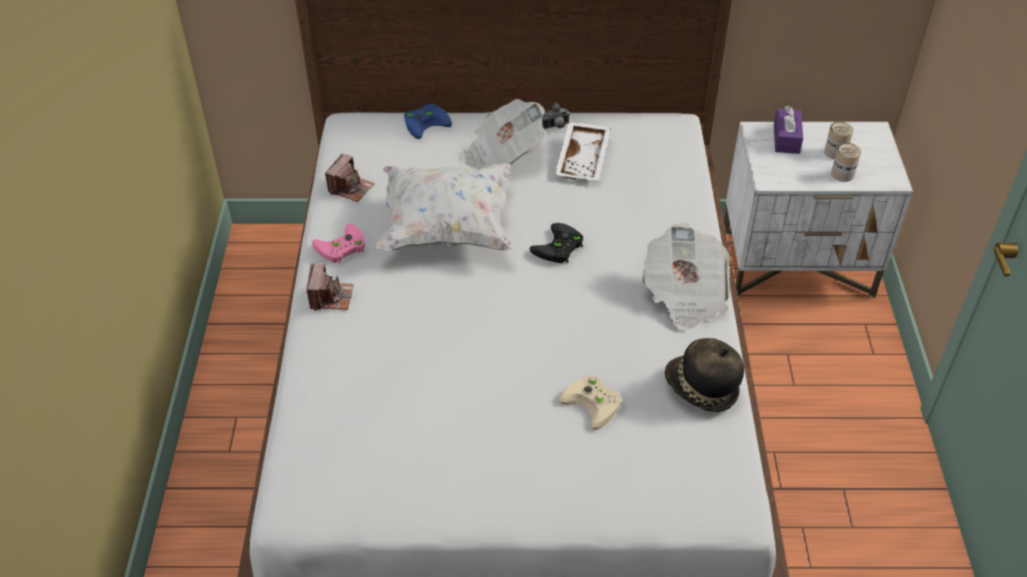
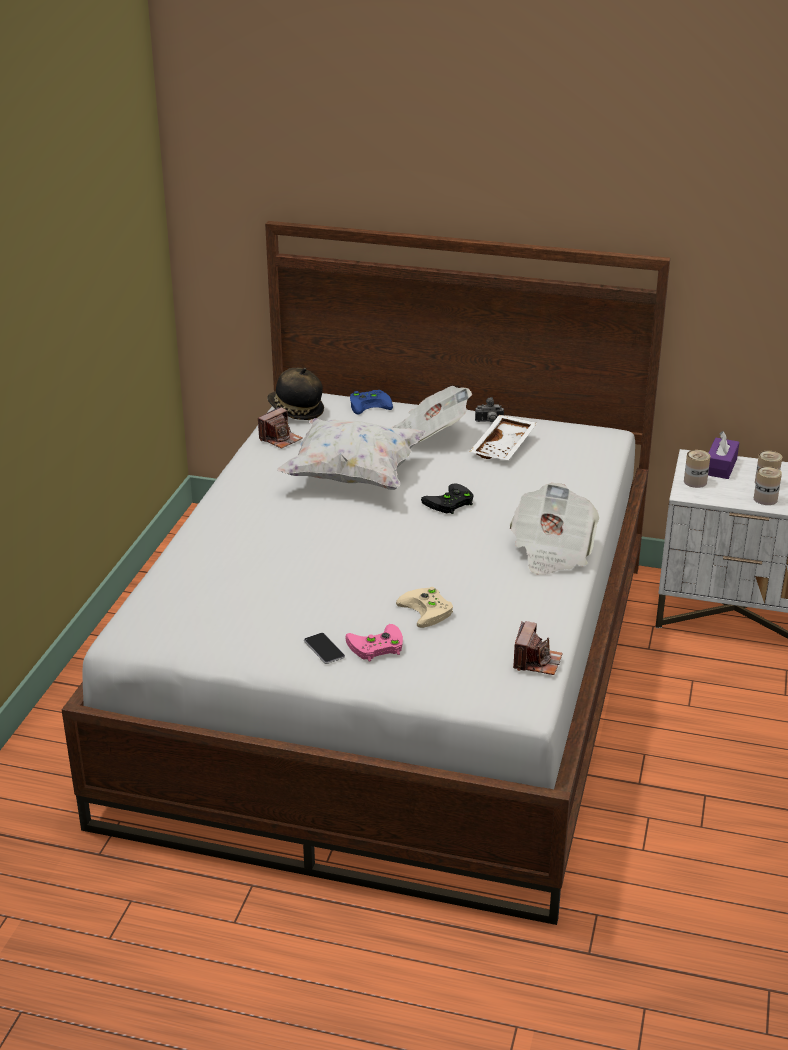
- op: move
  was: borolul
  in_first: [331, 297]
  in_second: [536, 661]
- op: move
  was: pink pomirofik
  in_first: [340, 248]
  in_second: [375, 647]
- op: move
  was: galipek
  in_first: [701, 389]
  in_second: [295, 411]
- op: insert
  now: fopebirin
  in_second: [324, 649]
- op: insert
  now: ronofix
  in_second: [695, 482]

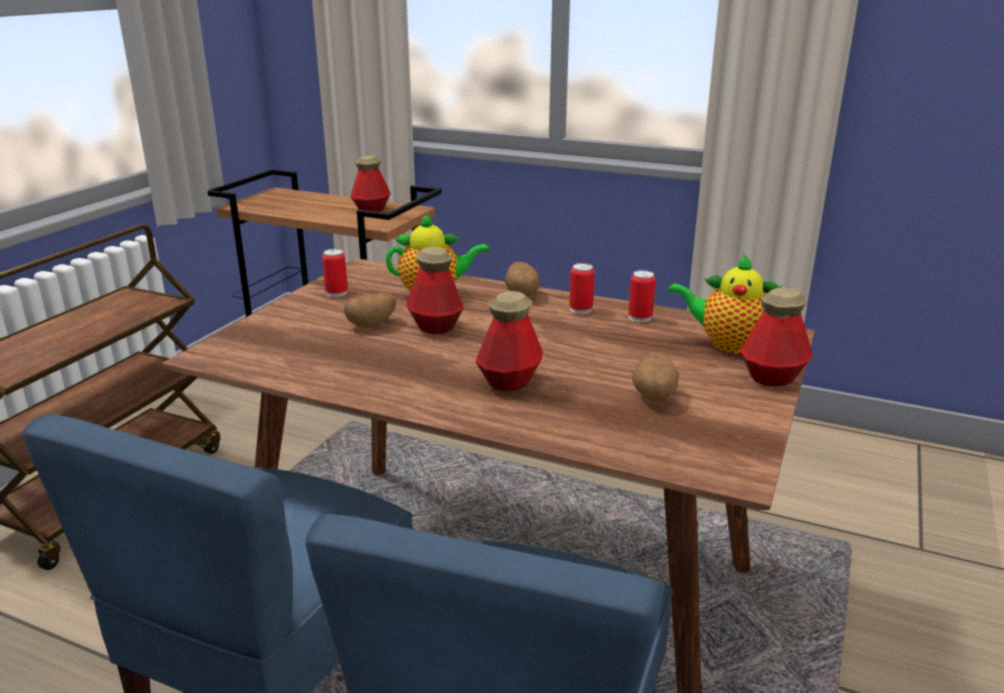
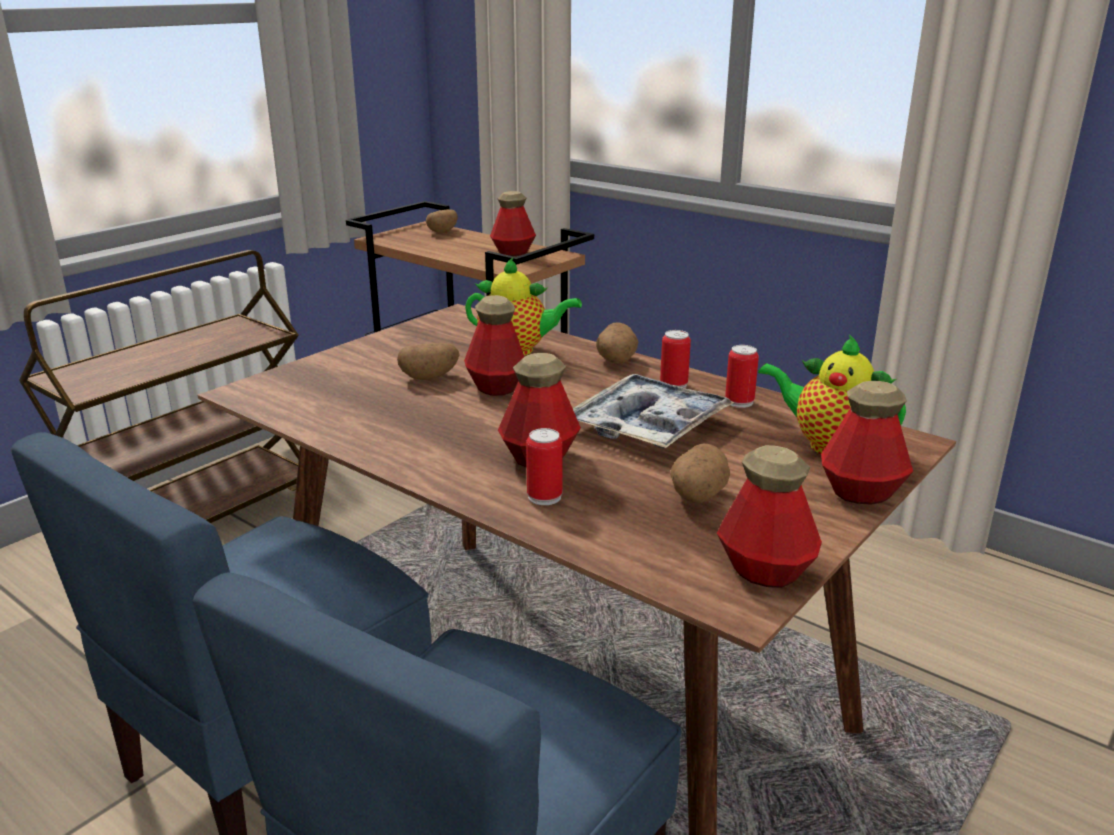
- op: move
  was: ronofix
  in_first: [336, 293]
  in_second: [544, 497]
- op: insert
  now: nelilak
  in_second: [443, 231]
- op: insert
  now: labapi
  in_second: [647, 425]
- op: insert
  now: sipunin
  in_second: [765, 571]

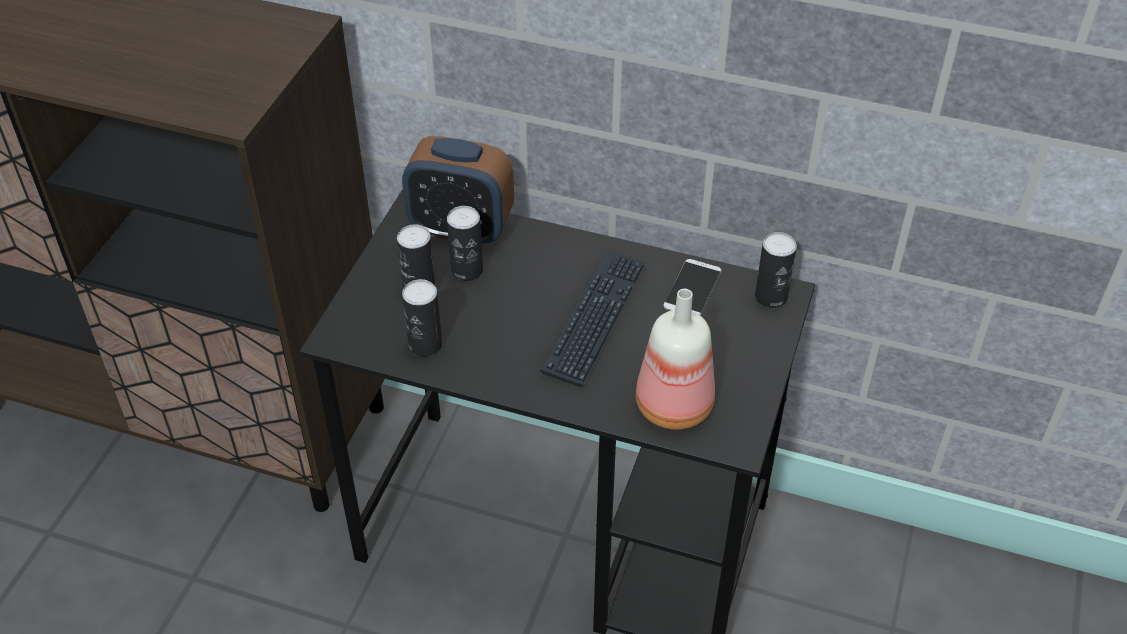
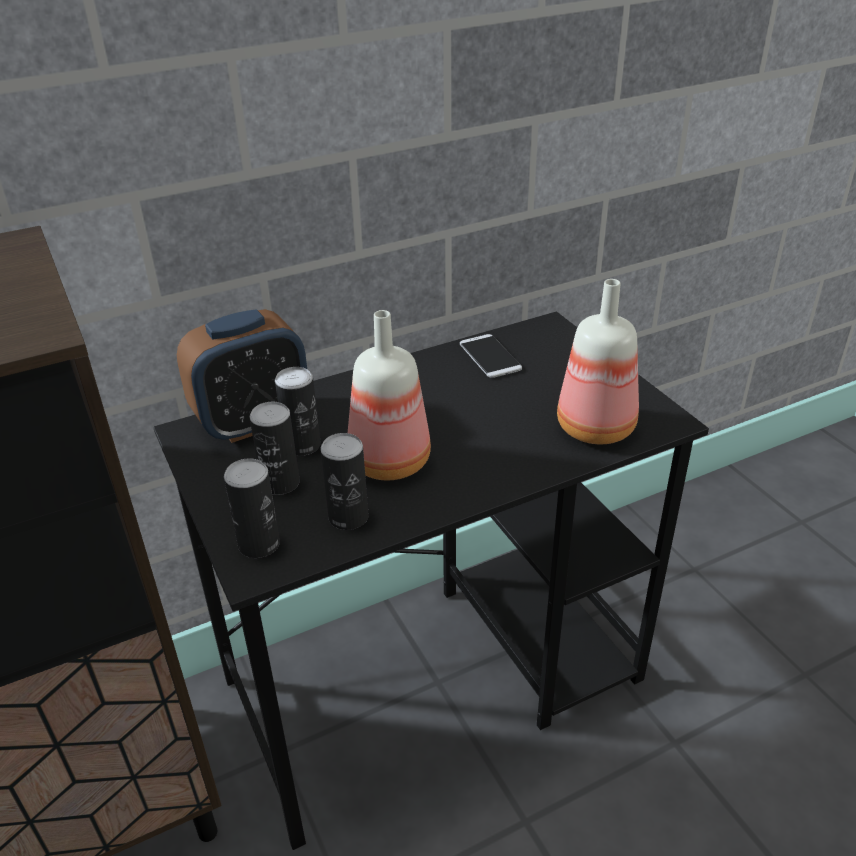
- op: delete
  was: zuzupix
  in_first: [595, 318]
- op: move
  was: ronofix
  in_first: [771, 297]
  in_second: [259, 544]
- op: insert
  now: sipunin
  in_second: [387, 462]

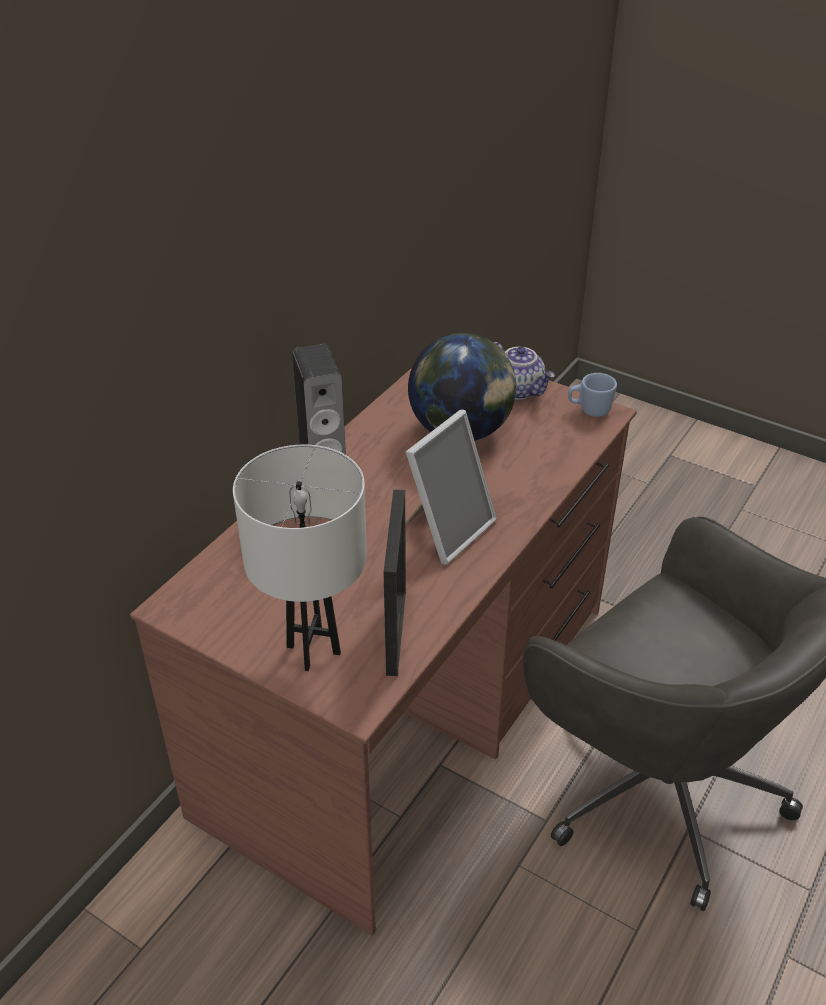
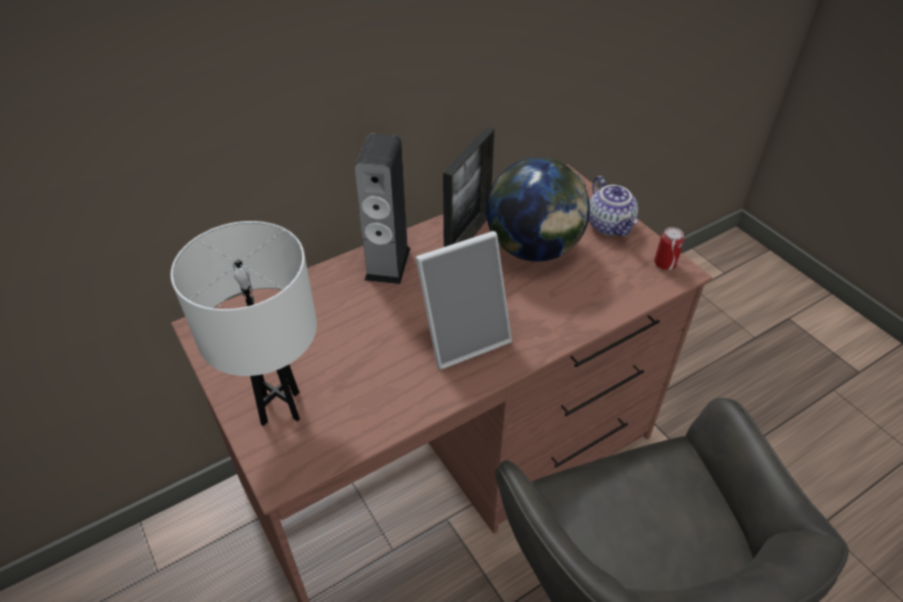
- op: move
  was: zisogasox
  in_first: [396, 632]
  in_second: [467, 238]
- op: replace
  was: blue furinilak
  now: ronofix
  in_first: [589, 410]
  in_second: [665, 264]

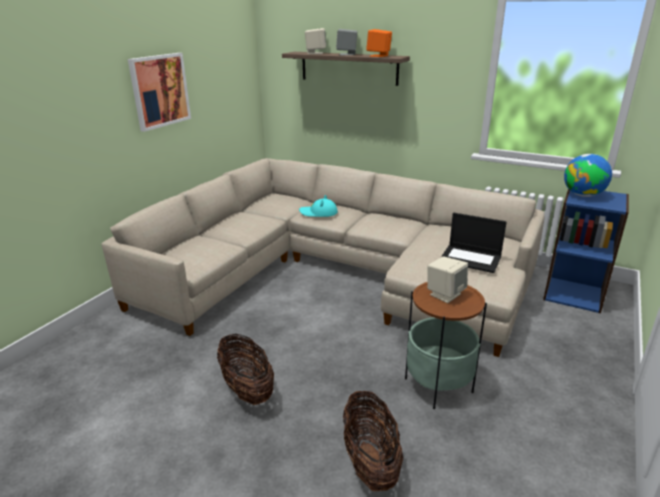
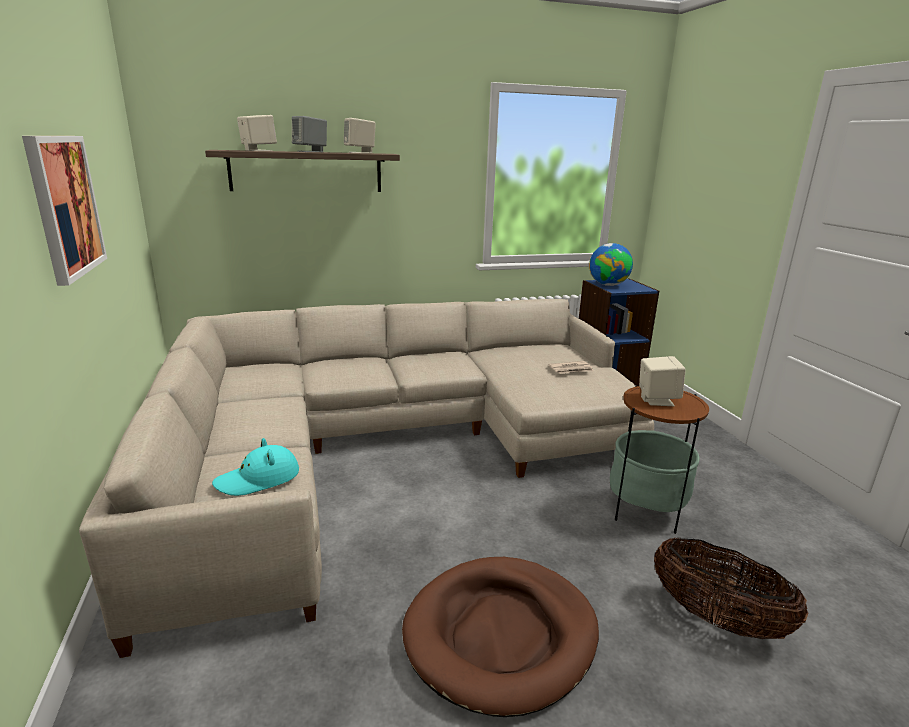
- op: replace
  was: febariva
  now: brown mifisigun
  in_first: [247, 389]
  in_second: [501, 635]
- op: move
  was: turquoise galipek
  in_first: [318, 213]
  in_second: [258, 479]
- op: recolor
  was: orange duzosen
  now: beige duzosen
  in_first: [378, 56]
  in_second: [360, 153]
- op: replace
  was: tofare
  now: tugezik
  in_first: [471, 258]
  in_second: [571, 369]

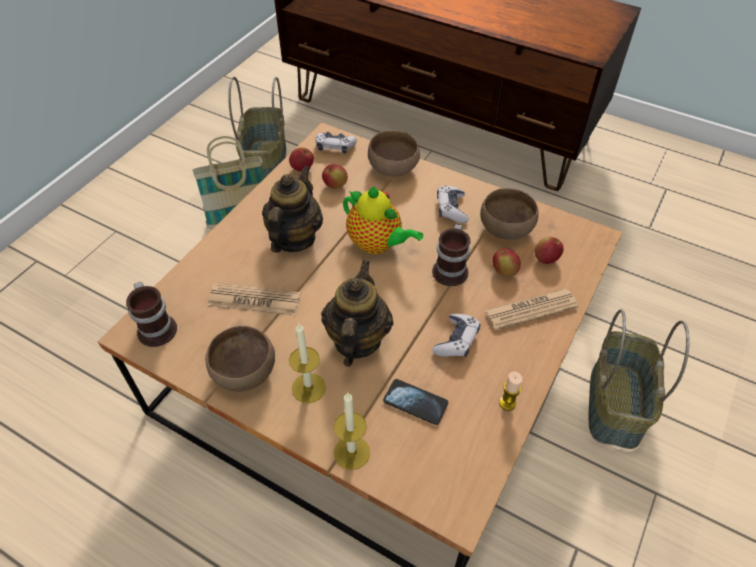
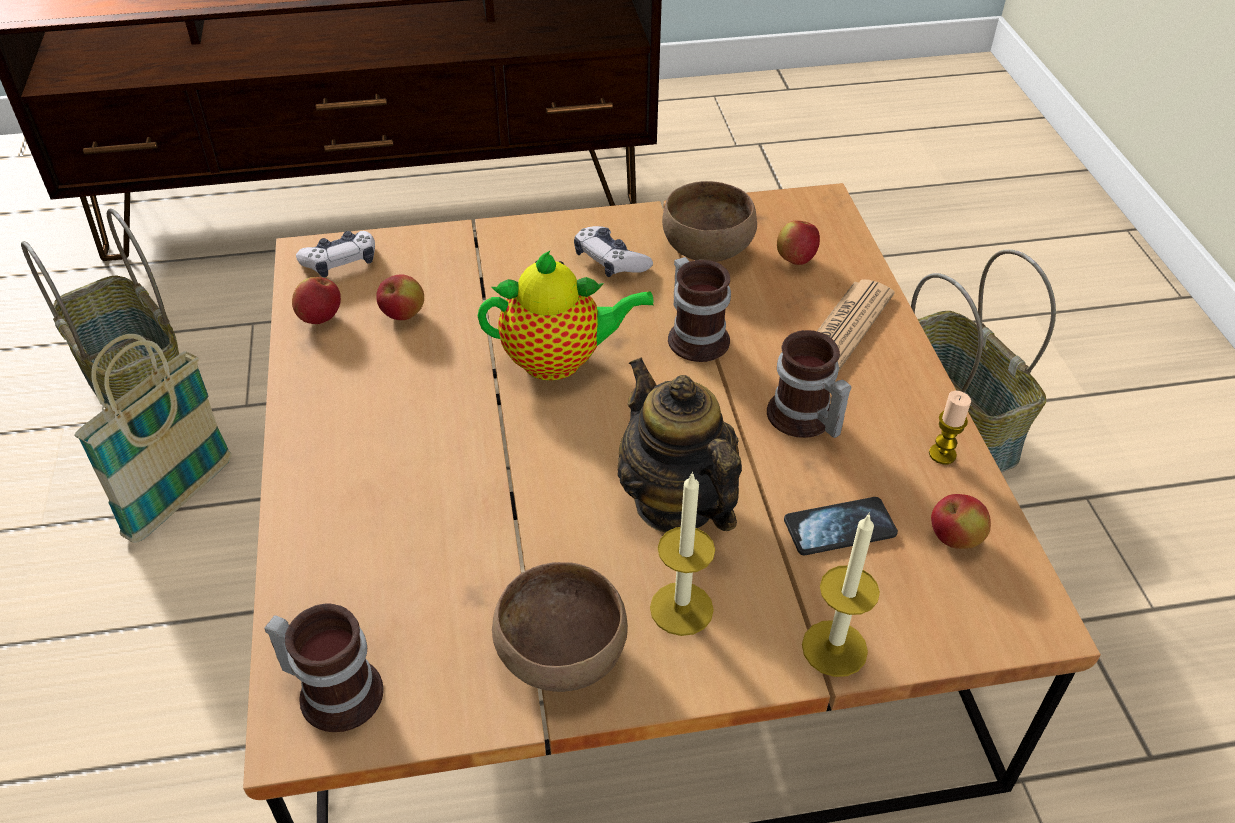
- op: delete
  was: tugezik
  in_first: [254, 300]
- op: delete
  was: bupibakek
  in_first: [294, 238]
- op: delete
  was: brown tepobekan
  in_first: [394, 168]
- op: replace
  was: pomirofik
  now: furinilak
  in_first: [456, 341]
  in_second: [802, 419]
- op: move
  was: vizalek
  in_first: [504, 271]
  in_second: [954, 539]

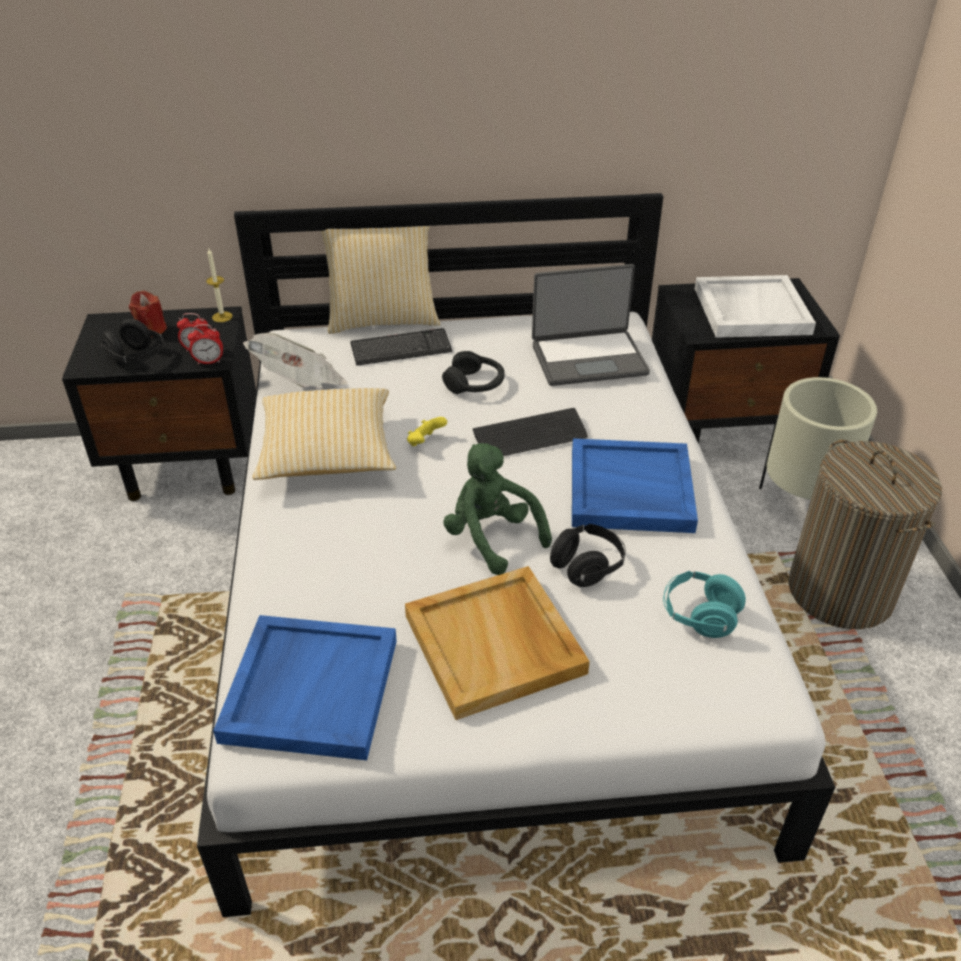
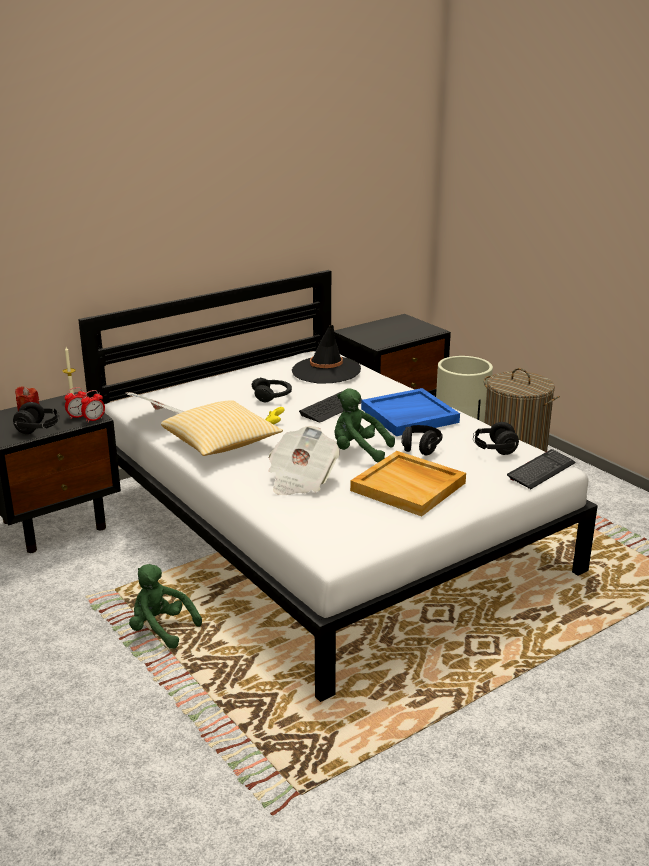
- op: delete
  was: blue labapi
  in_first: [310, 688]
- op: delete
  was: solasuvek
  in_first: [383, 319]
- op: move
  was: zuzupix
  in_first: [401, 349]
  in_second: [541, 471]
- op: replace
  was: tofare
  now: black galipek
  in_first: [588, 358]
  in_second: [326, 370]
- op: recolor
  was: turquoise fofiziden
  now: black fofiziden
  in_first: [699, 616]
  in_second: [494, 449]
- op: delete
  was: white labapi
  in_first: [750, 310]
- op: insert
  now: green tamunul
  in_second: [161, 629]
- op: insert
  now: tugezik
  in_second: [301, 480]

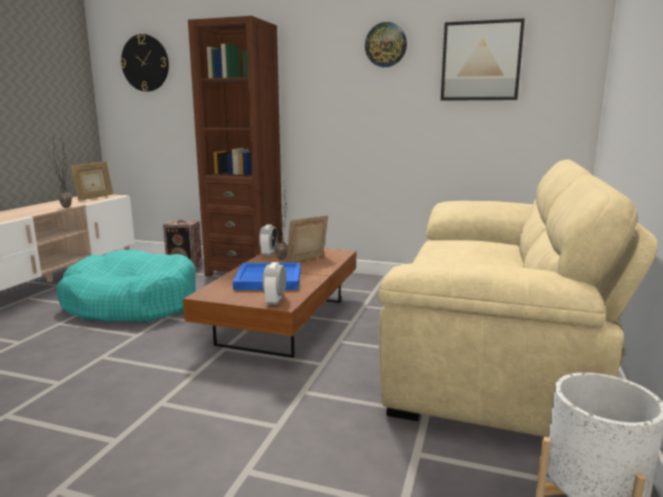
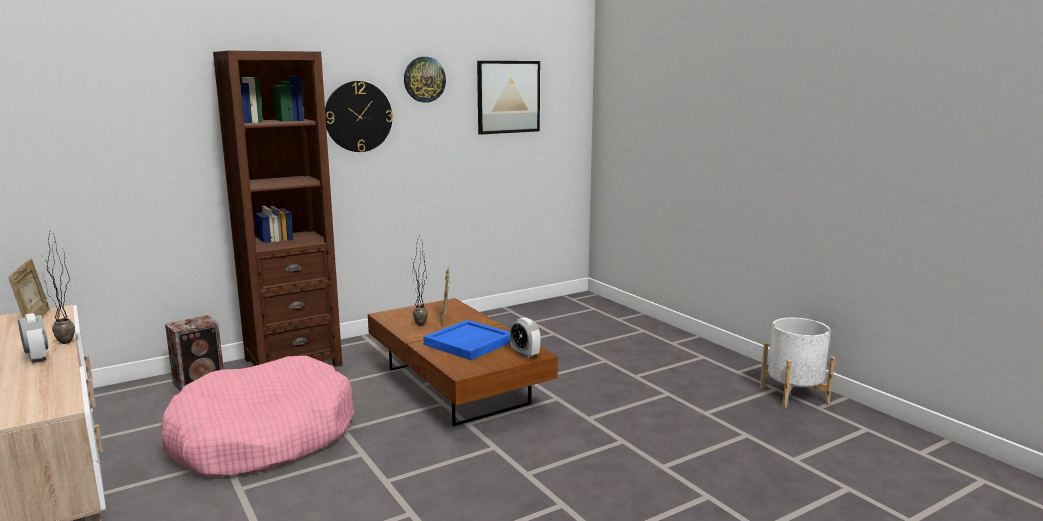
- op: recolor
  was: turquoise mifisigun
  now: pink mifisigun
  in_first: [132, 303]
  in_second: [263, 437]
- op: move
  was: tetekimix
  in_first: [145, 63]
  in_second: [358, 116]
- op: move
  was: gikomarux
  in_first: [269, 253]
  in_second: [37, 357]
- op: delete
  was: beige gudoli
  in_first: [494, 350]

